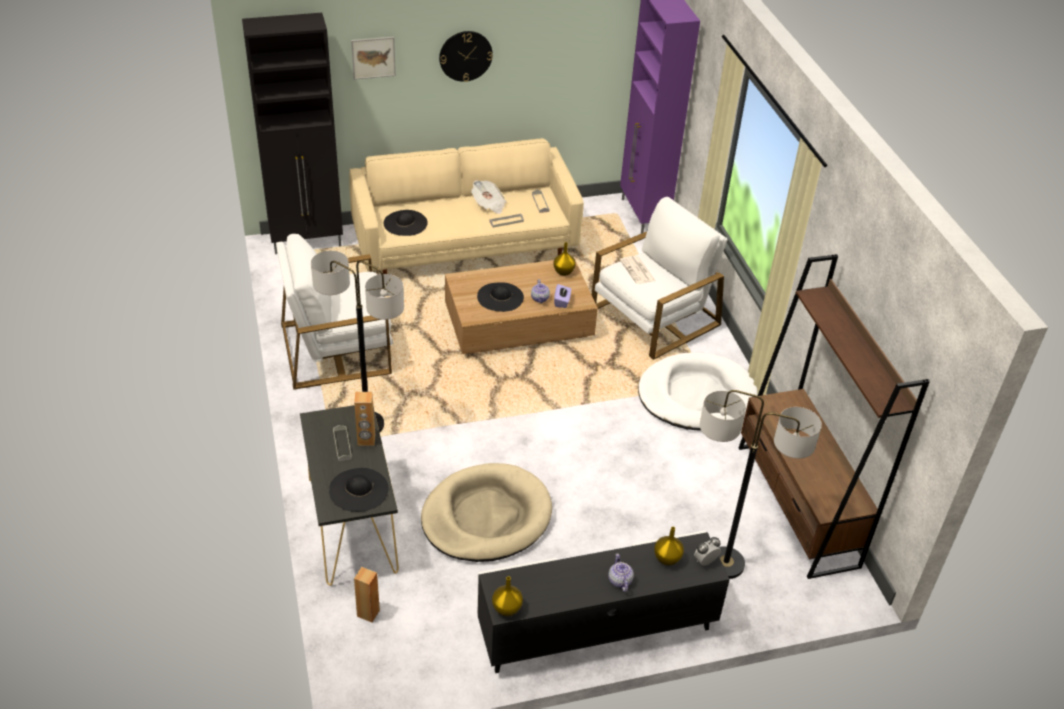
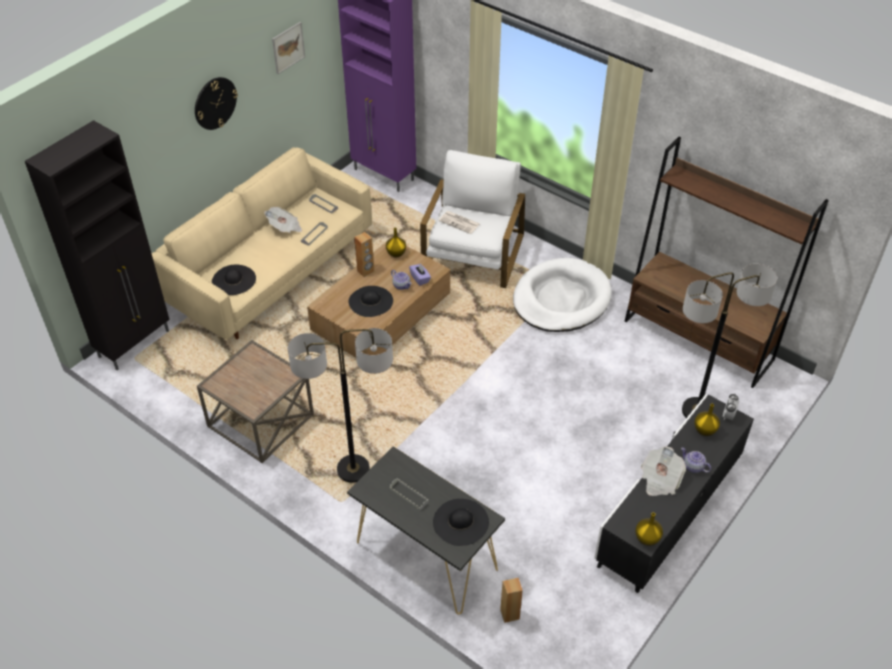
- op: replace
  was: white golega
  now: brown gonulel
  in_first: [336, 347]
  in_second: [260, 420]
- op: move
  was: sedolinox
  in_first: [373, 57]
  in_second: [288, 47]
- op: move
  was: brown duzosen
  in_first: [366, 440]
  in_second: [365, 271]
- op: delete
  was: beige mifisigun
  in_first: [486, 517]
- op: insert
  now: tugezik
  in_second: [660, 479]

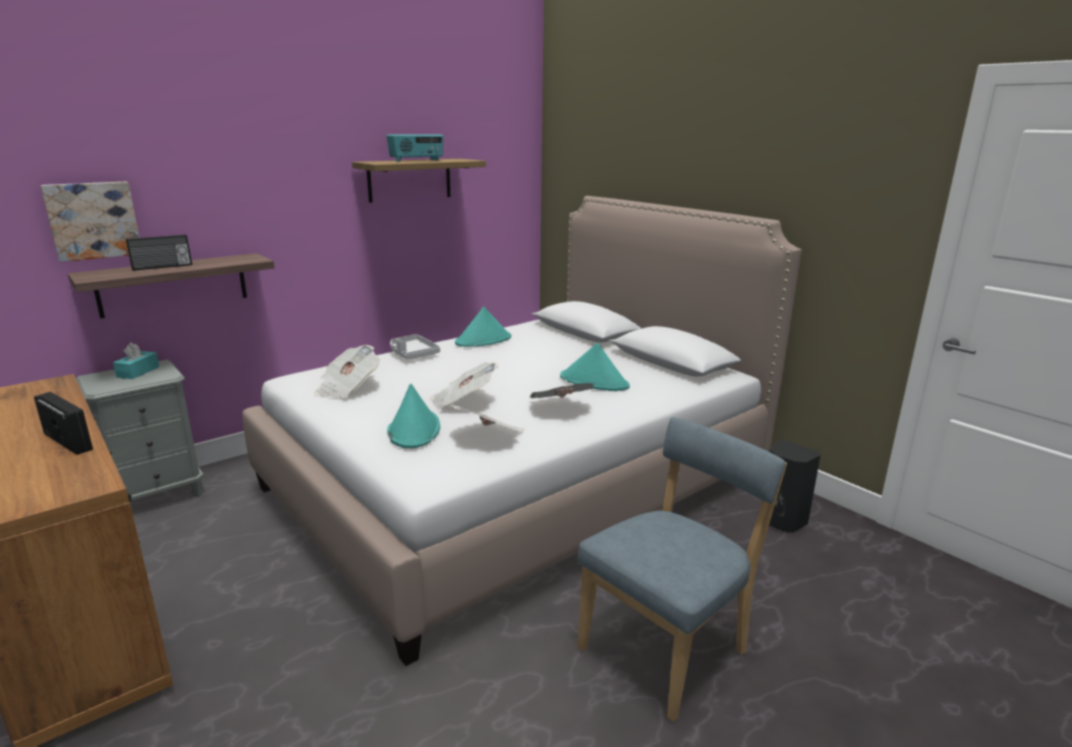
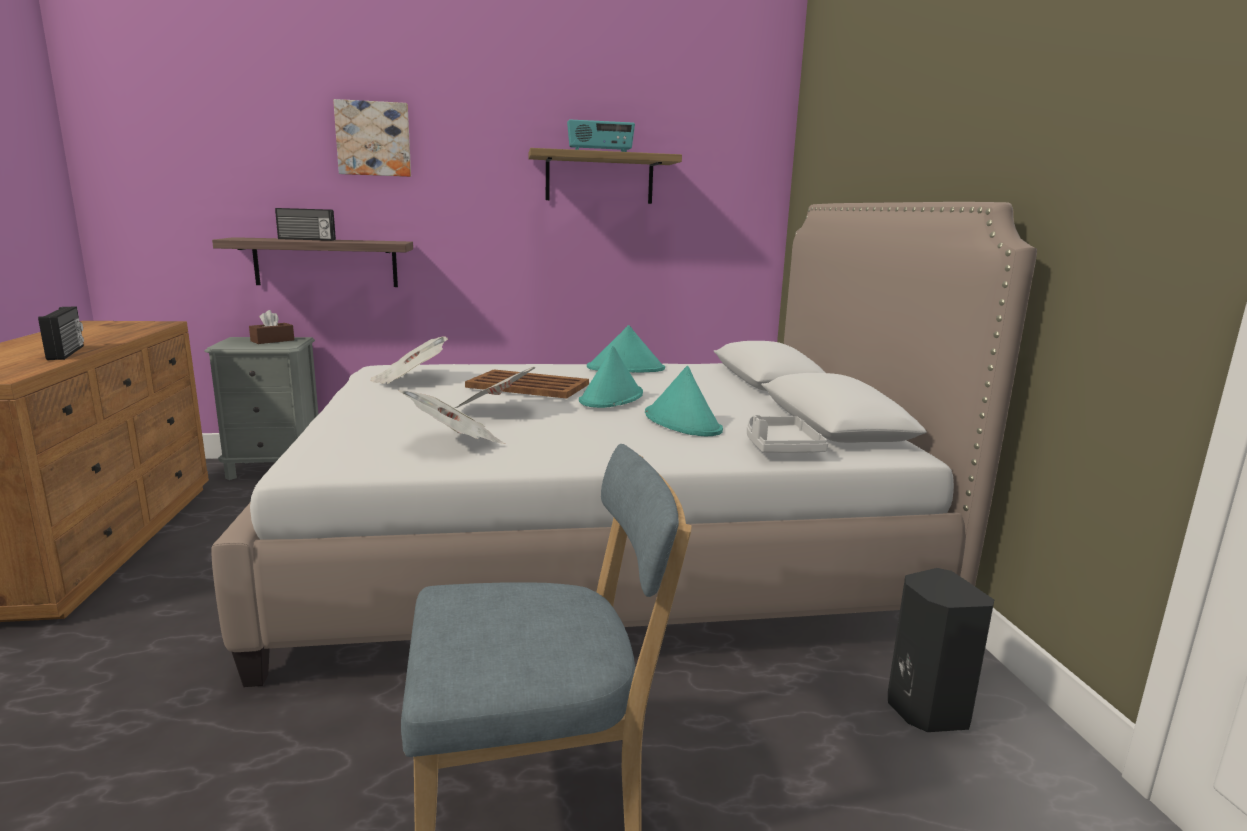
- op: move
  was: sedolinox
  in_first: [93, 220]
  in_second: [374, 139]
- op: recolor
  was: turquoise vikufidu
  now: brown vikufidu
  in_first: [138, 372]
  in_second: [272, 340]
- op: move
  was: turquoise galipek
  in_first: [413, 429]
  in_second: [611, 398]
- op: move
  was: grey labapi
  in_first: [412, 354]
  in_second: [779, 447]
- op: delete
  was: tugezik
  in_first: [560, 408]
- op: insert
  now: brown labapi
  in_second: [527, 385]

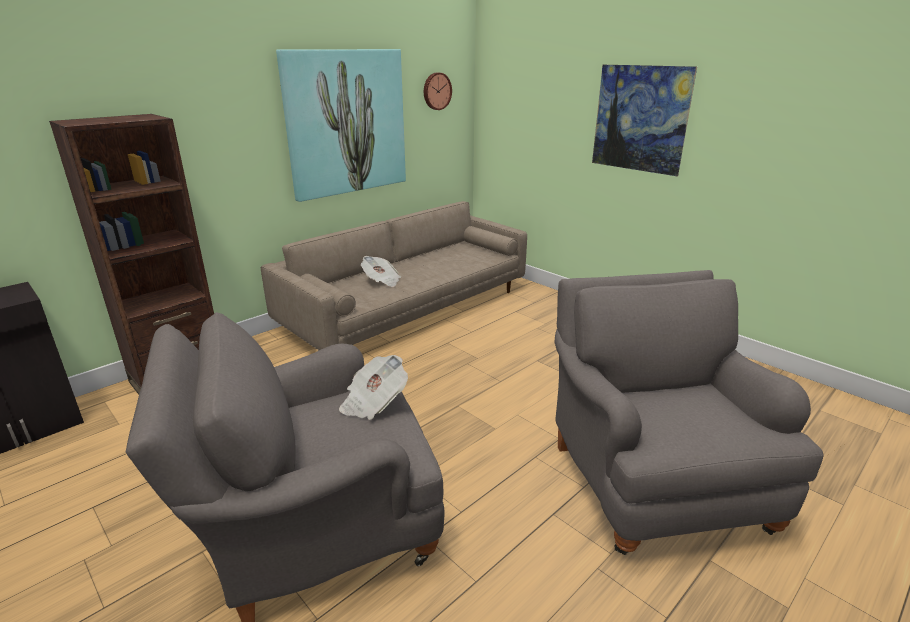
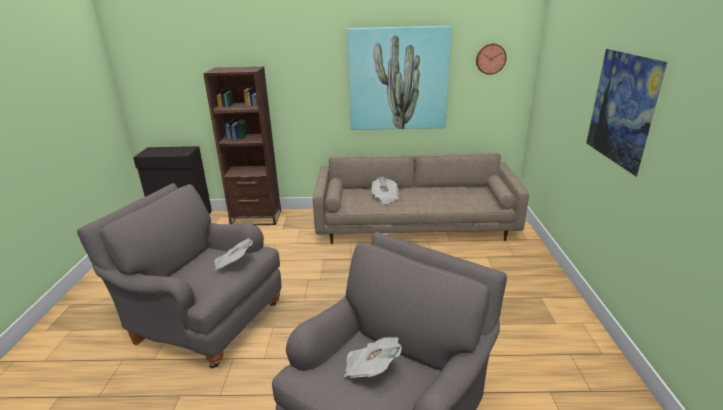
- op: insert
  now: tugezik
  in_second: [371, 368]

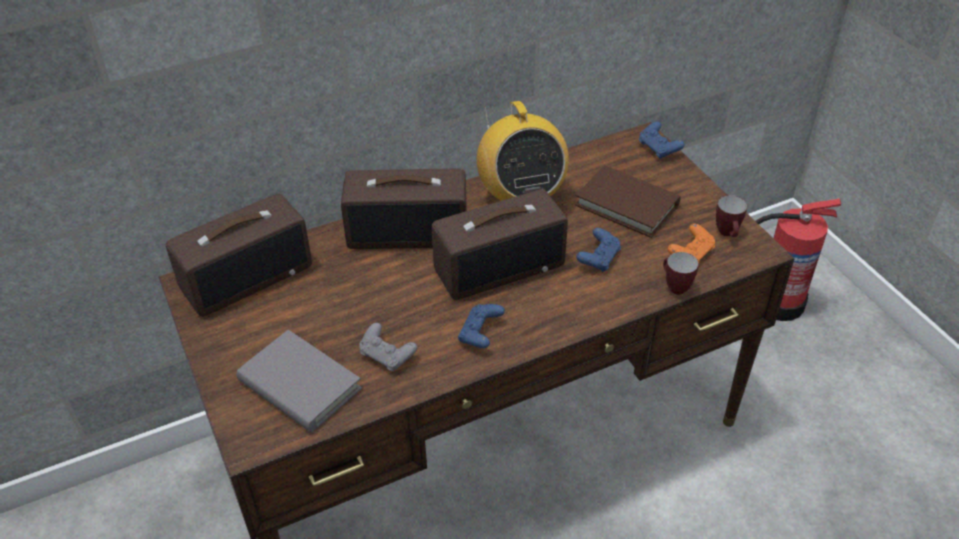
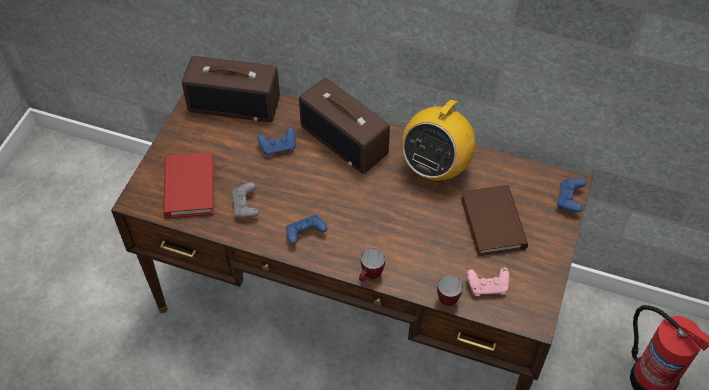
- op: recolor
  was: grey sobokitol
  now: red sobokitol
  in_first: [299, 385]
  in_second: [189, 188]
- op: delete
  was: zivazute
  in_first: [499, 266]
- op: move
  was: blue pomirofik
  in_first: [598, 259]
  in_second: [278, 147]
- op: recolor
  was: orange pomirofik
  now: pink pomirofik
  in_first: [691, 254]
  in_second: [487, 286]
- op: move
  was: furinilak
  in_first: [728, 234]
  in_second: [370, 276]

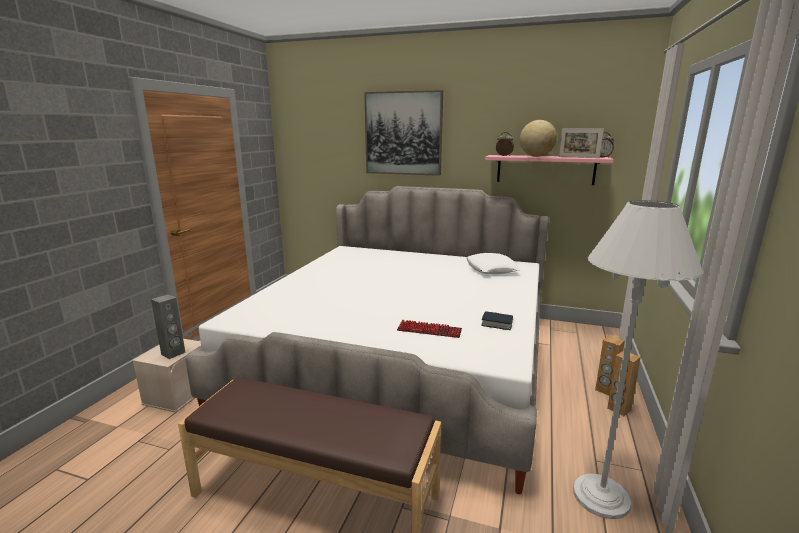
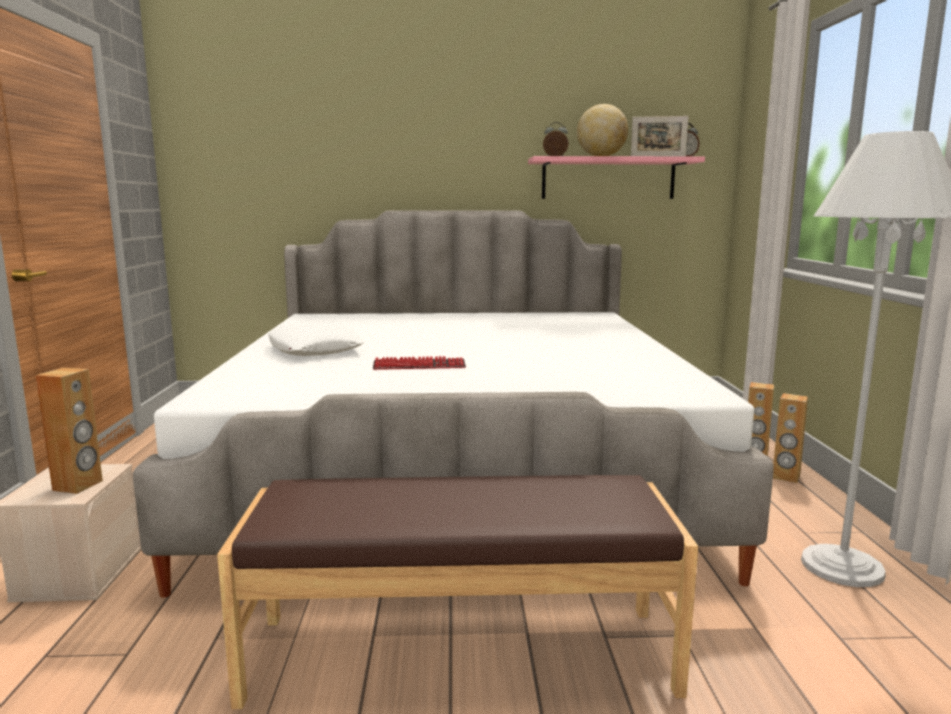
- op: recolor
  was: grey duzosen
  now: brown duzosen
  in_first: [173, 353]
  in_second: [78, 485]
- op: delete
  was: sedolinox
  in_first: [403, 133]
- op: move
  was: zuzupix
  in_first: [429, 330]
  in_second: [419, 366]
- op: move
  was: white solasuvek
  in_first: [491, 269]
  in_second: [315, 349]
- op: delete
  was: sobokitol
  in_first: [496, 324]

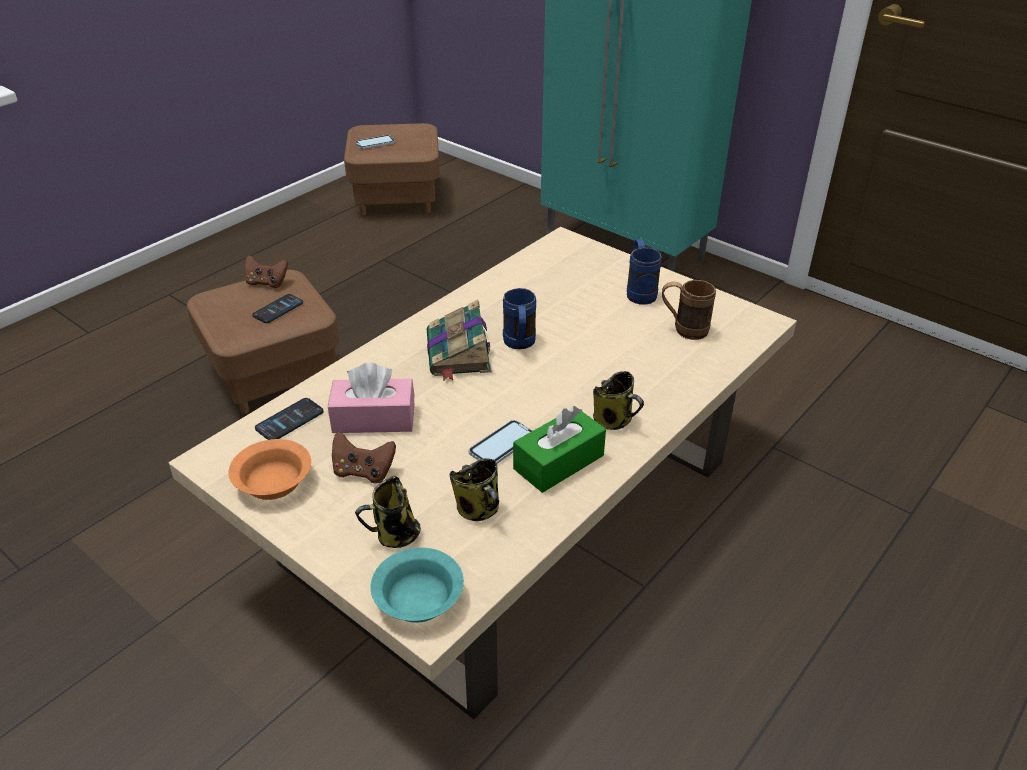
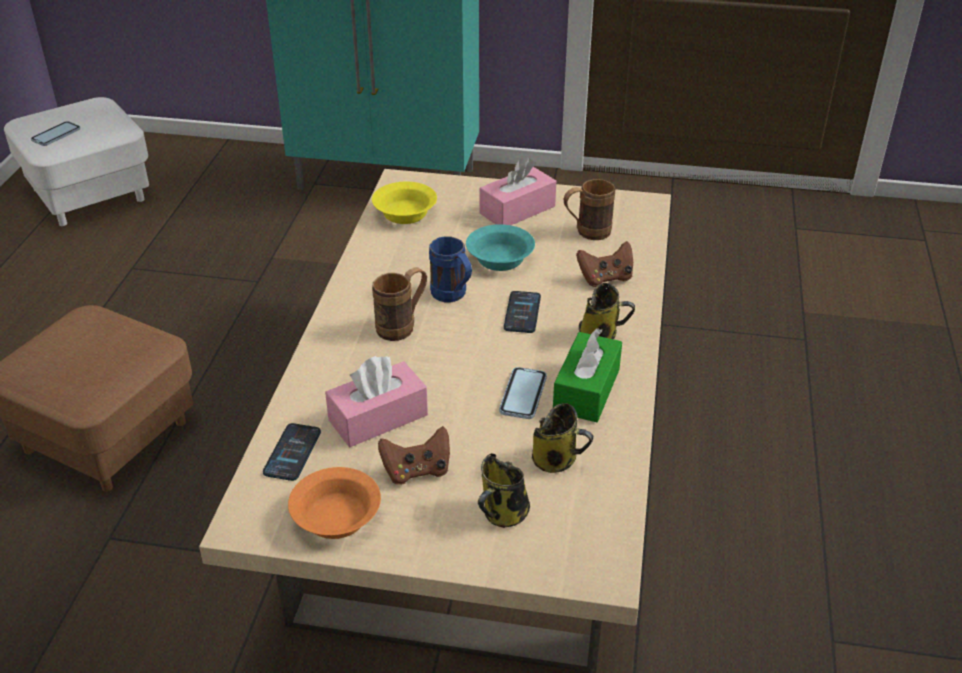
- op: move
  was: brown pomirofik
  in_first: [267, 283]
  in_second: [605, 278]
- op: move
  was: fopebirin
  in_first: [278, 309]
  in_second: [522, 313]
- op: recolor
  was: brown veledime
  now: white veledime
  in_first: [396, 198]
  in_second: [89, 194]
- op: move
  was: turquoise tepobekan
  in_first: [420, 598]
  in_second: [500, 258]
- op: replace
  was: sobokitol
  now: brown furinilak
  in_first: [458, 354]
  in_second: [403, 326]
- op: replace
  was: blue furinilak
  now: pink vikufidu
  in_first: [639, 291]
  in_second: [517, 210]
- op: insert
  now: yellow tepobekan
  in_second: [405, 213]

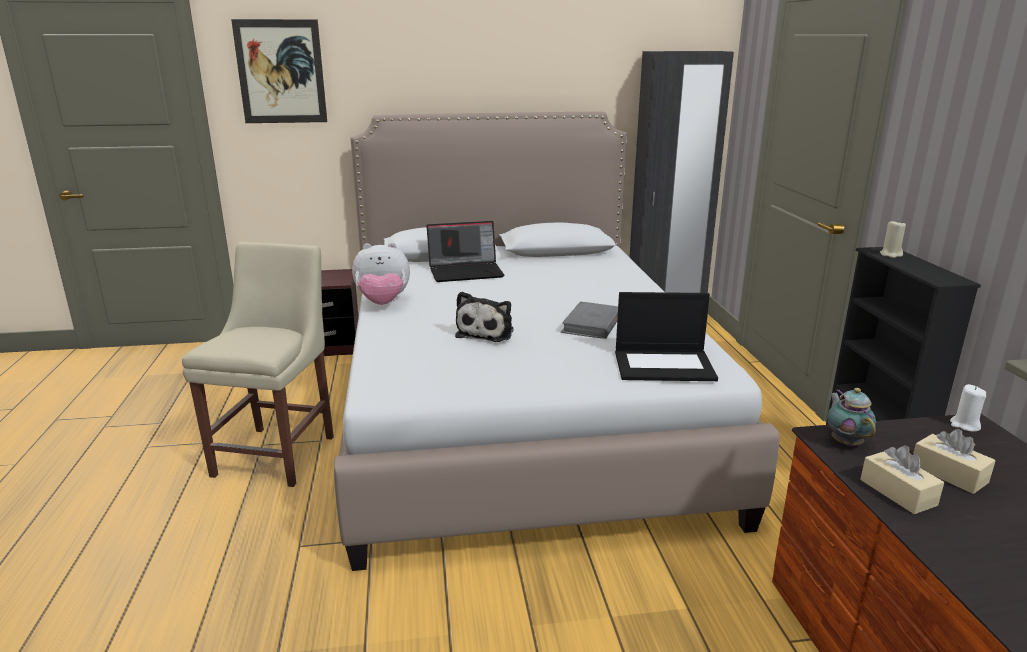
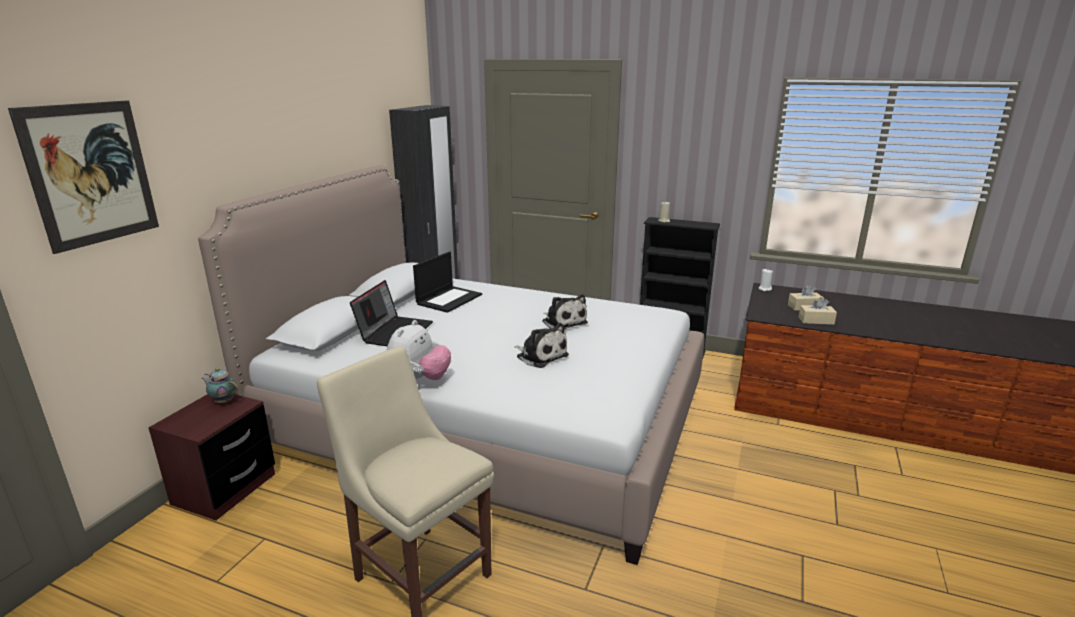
- op: replace
  was: grey sobokitol
  now: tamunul
  in_first: [592, 324]
  in_second: [563, 322]
- op: move
  was: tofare
  in_first: [665, 365]
  in_second: [449, 299]
- op: move
  was: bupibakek
  in_first: [845, 442]
  in_second: [223, 401]

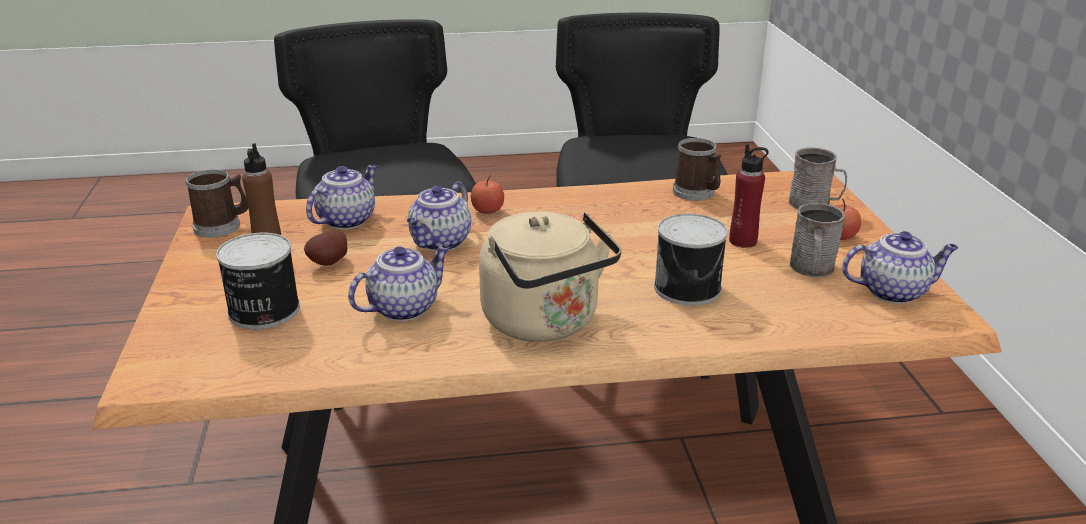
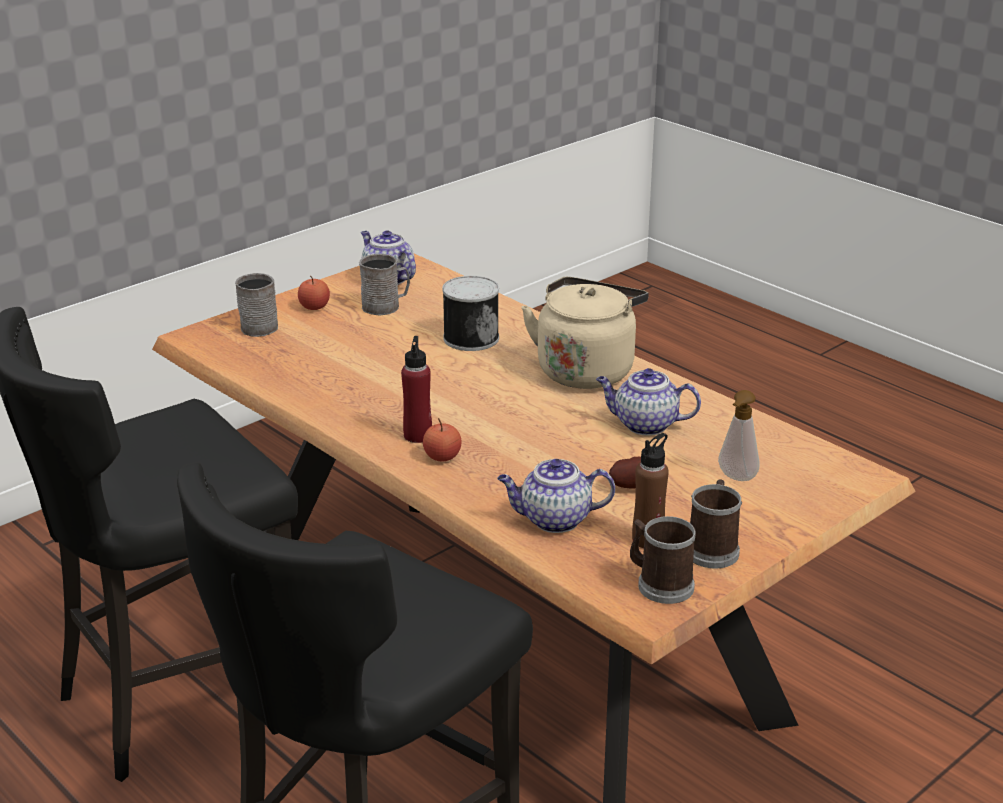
- op: replace
  was: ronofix
  now: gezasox
  in_first: [263, 311]
  in_second: [735, 478]
- op: delete
  was: bupibakek
  in_first: [440, 242]
- op: move
  was: furinilak
  in_first: [697, 193]
  in_second: [712, 548]
- op: move
  was: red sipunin
  in_first: [743, 241]
  in_second: [418, 435]

